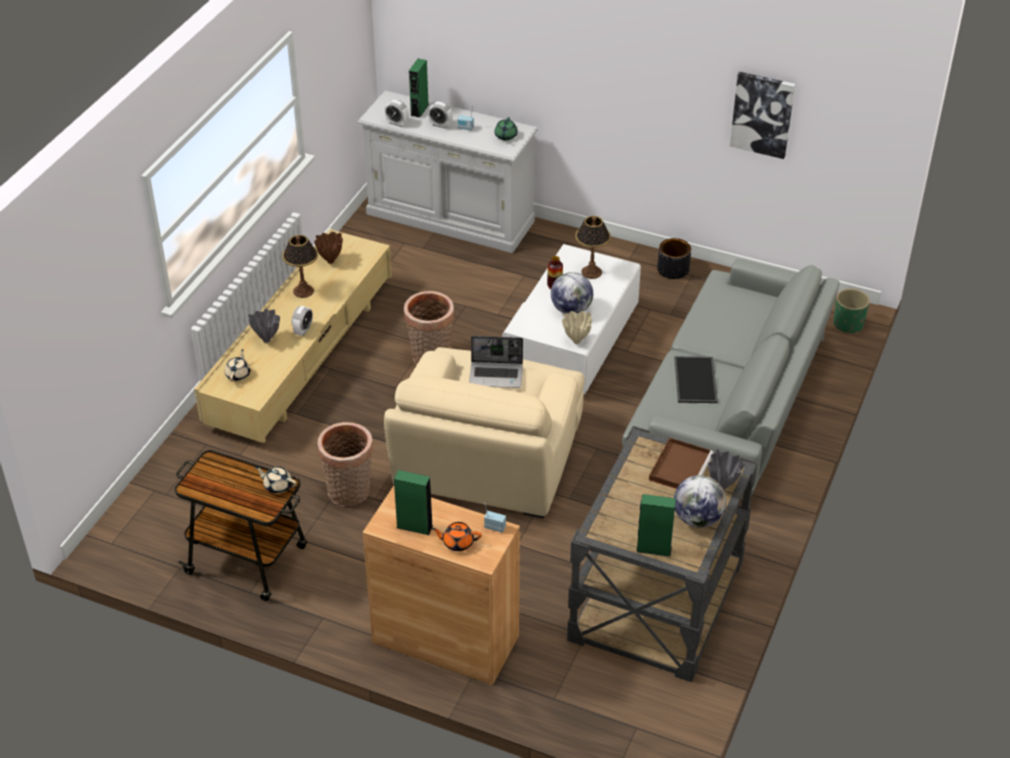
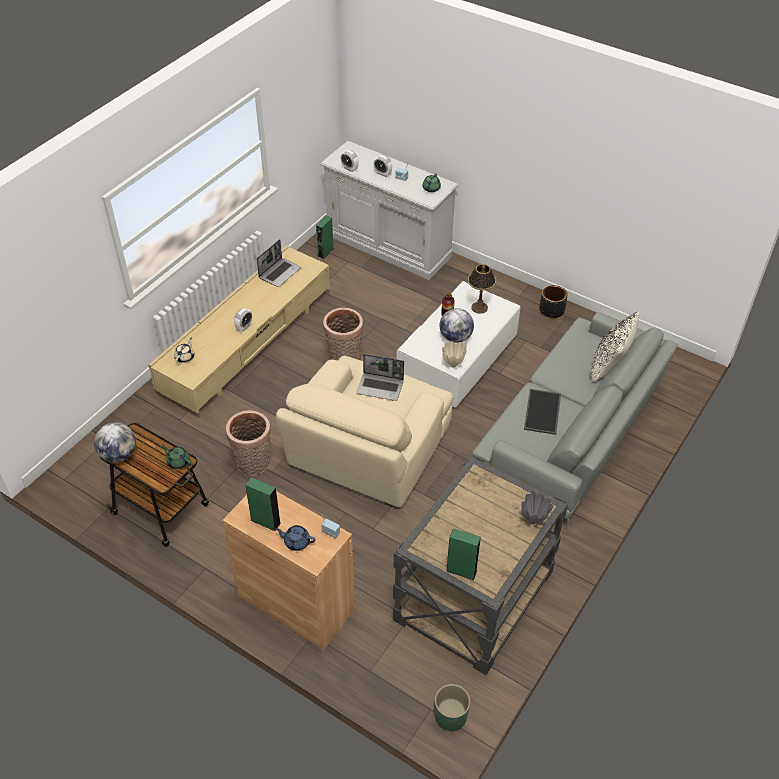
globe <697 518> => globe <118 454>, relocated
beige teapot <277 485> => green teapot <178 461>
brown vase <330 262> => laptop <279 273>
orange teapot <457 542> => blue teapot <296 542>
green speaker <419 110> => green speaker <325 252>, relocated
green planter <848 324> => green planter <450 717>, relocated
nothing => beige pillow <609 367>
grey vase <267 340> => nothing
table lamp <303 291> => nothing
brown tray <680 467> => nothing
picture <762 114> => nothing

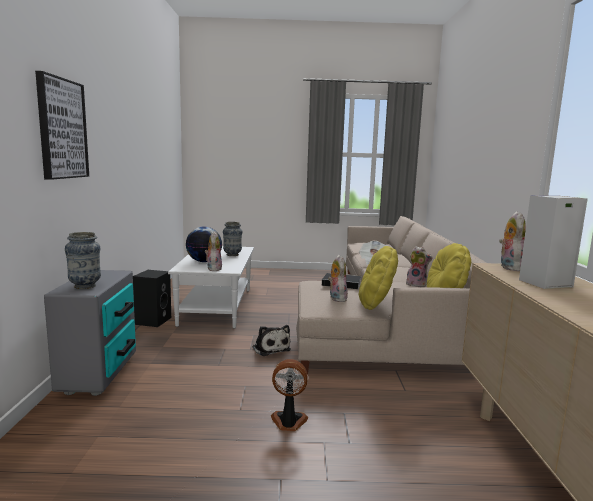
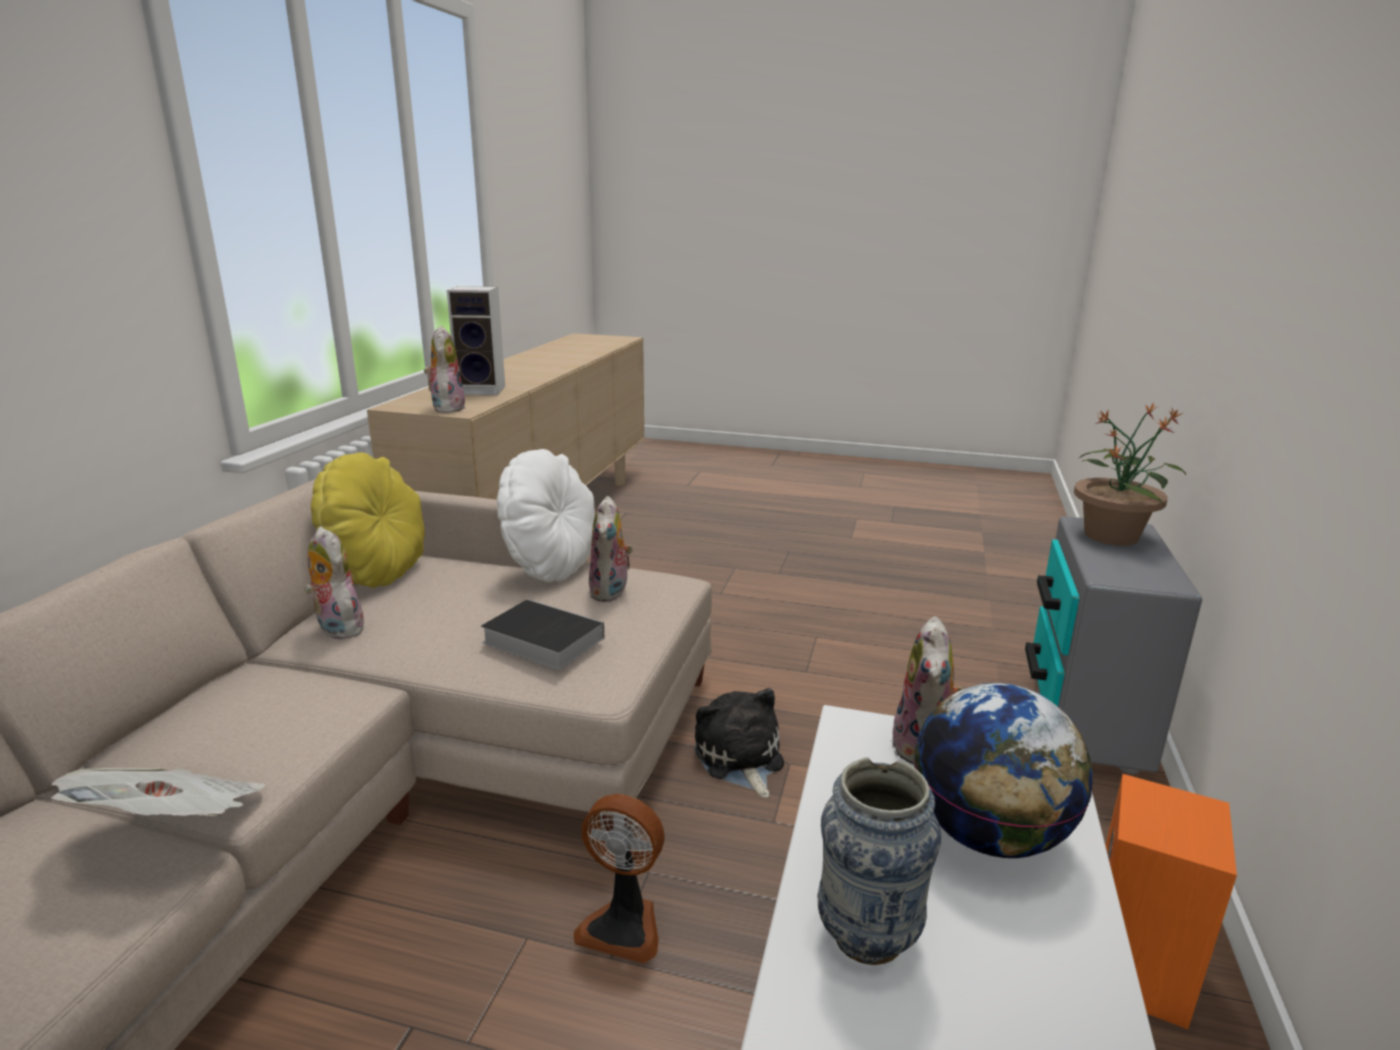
plush toy <509 267> => plush toy <447 408>, 150 degrees clockwise
yellow pillow <375 306> => white pillow <551 570>
fan <288 422> => fan <623 926>, relocated
vase <85 286> => potted plant <1111 535>
black speaker <153 320> => orange speaker <1137 971>
picture <61 129> => nothing

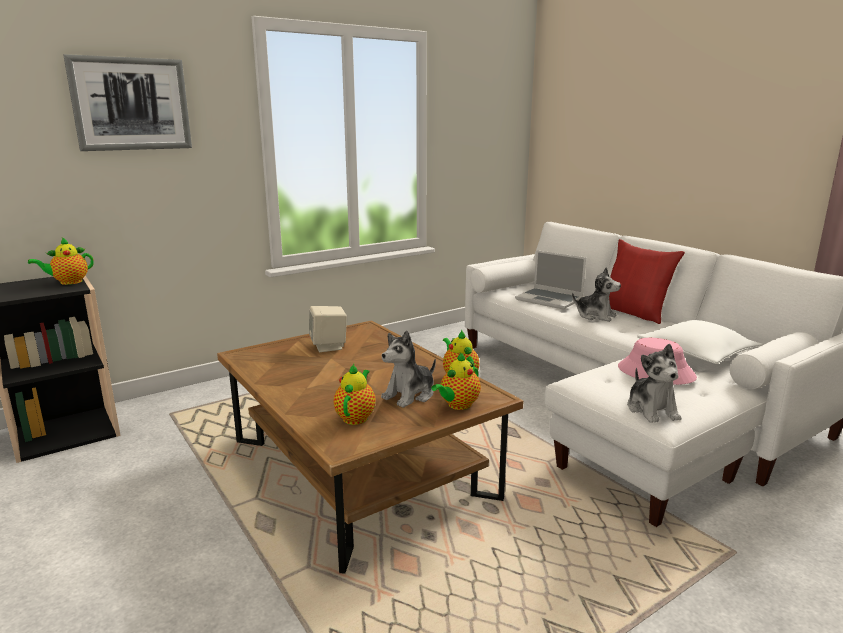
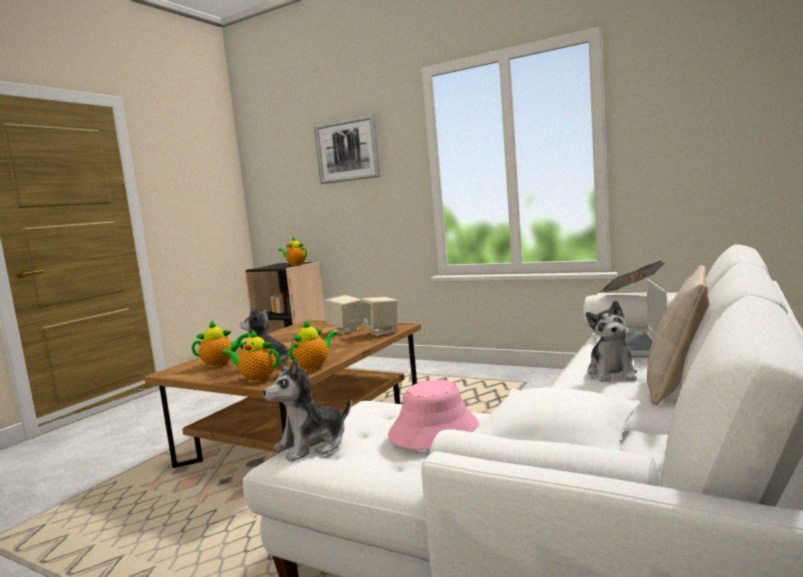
nothing => beige speaker <381 332>
nothing => newspaper <631 294>
red pillow <634 312> => beige pillow <679 386>

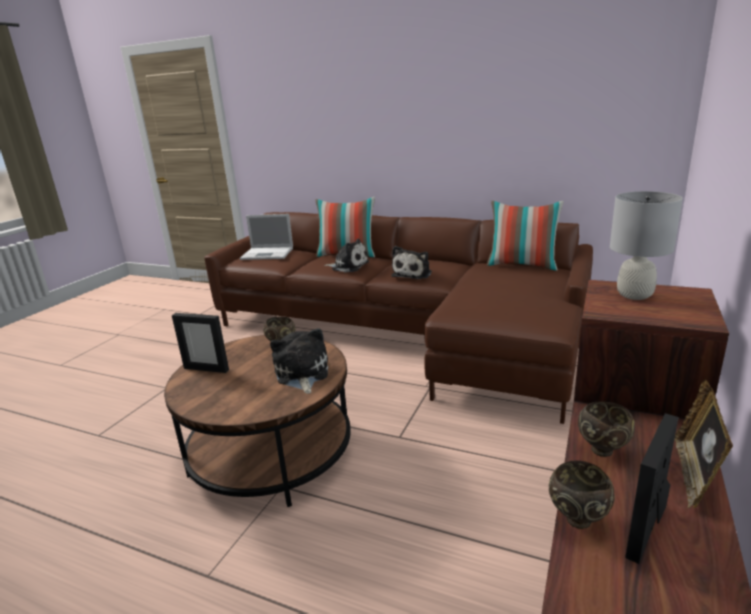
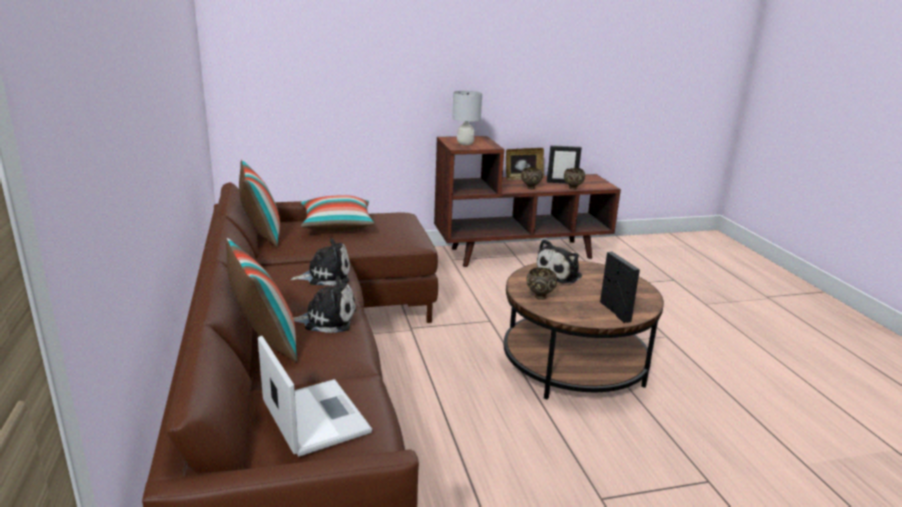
plush toy <348 266> => plush toy <327 319>, 105 degrees clockwise
nothing => pillow <337 225>

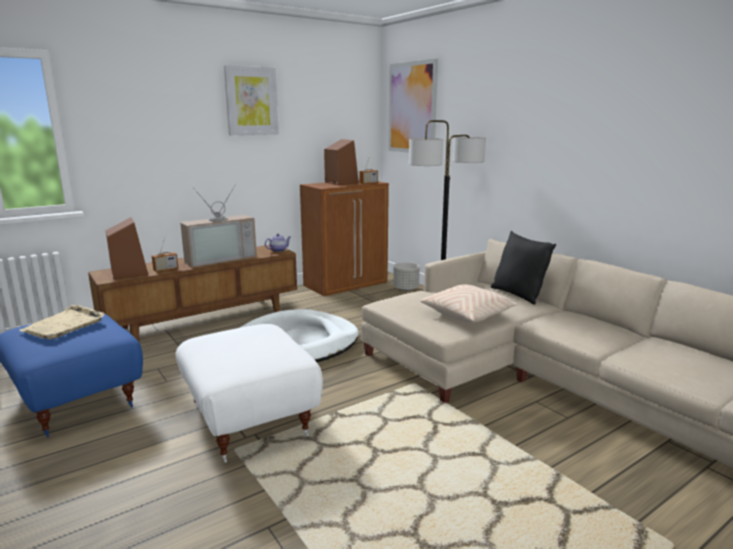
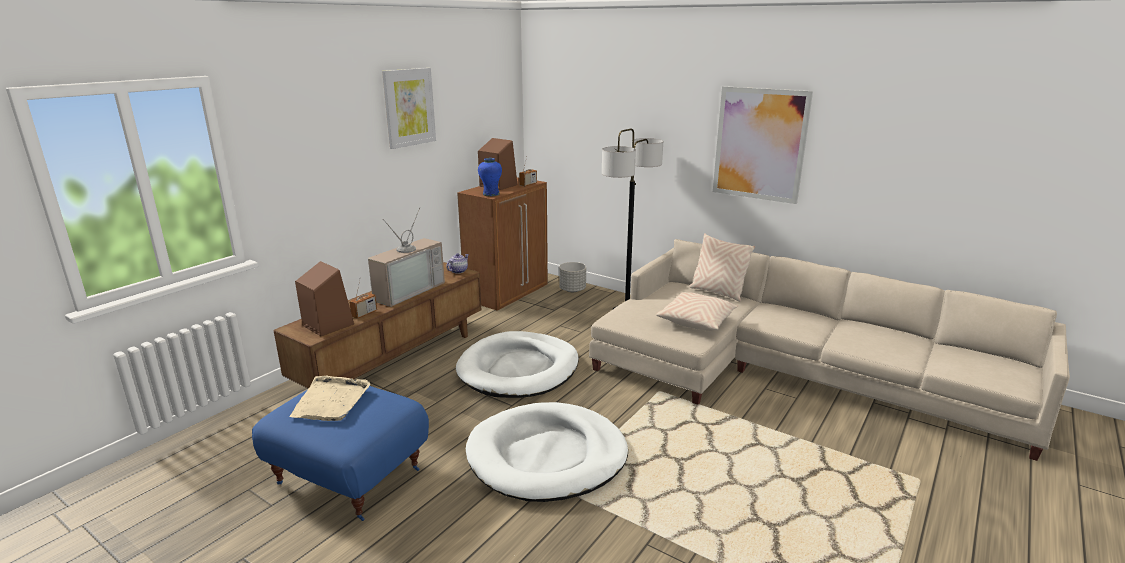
white ottoman <251 419> => white dog bed <547 456>
nothing => blue vase <491 194>
black pillow <517 295> => beige pillow <717 292>
picture <412 108> => picture <760 144>, relocated

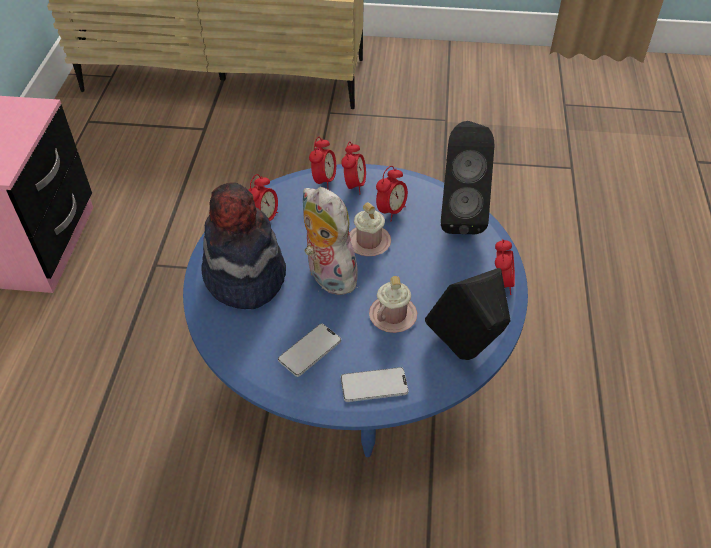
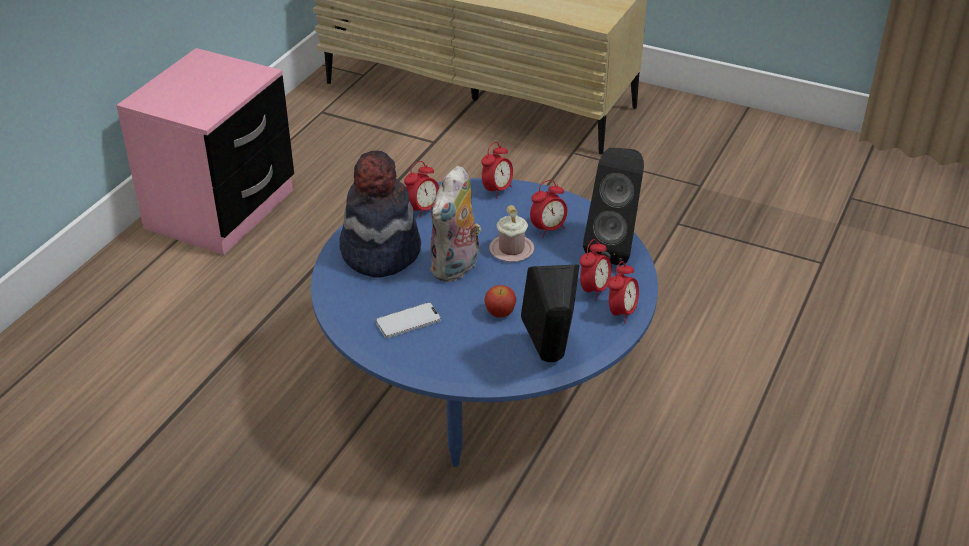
plush toy <327 276> => plush toy <456 268>, 135 degrees counterclockwise
pink mug <393 315> => apple <500 313>
alarm clock <354 185> => alarm clock <594 290>, relocated
phone <374 385> => nothing

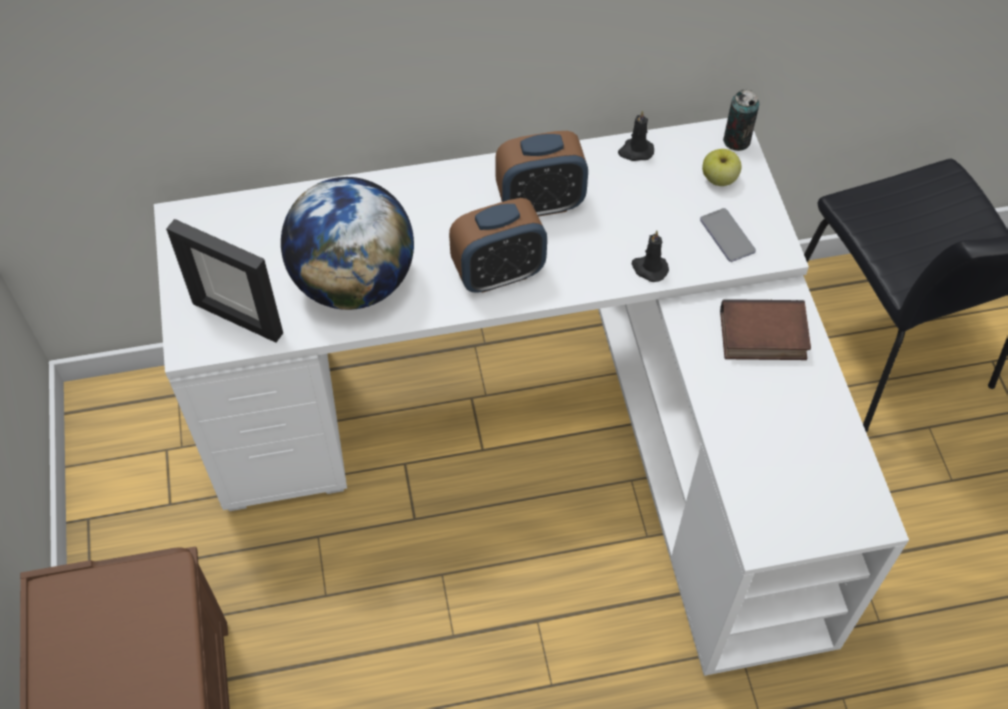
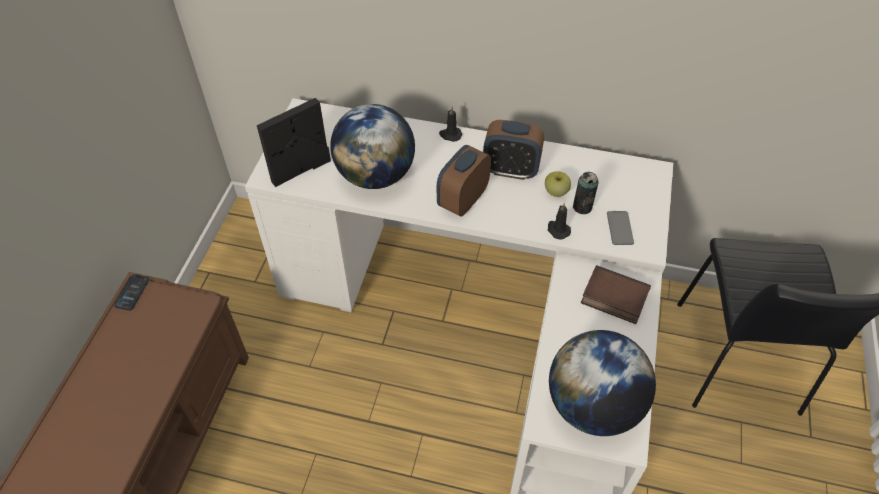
nothing => phone <132 293>
picture frame <239 316> => picture frame <301 171>, 90 degrees clockwise
alarm clock <498 273> => alarm clock <462 200>, 120 degrees clockwise
black candle <635 151> => black candle <450 135>, relocated
apple <719 179> => apple <556 192>, relocated
nothing => globe <593 405>
can <736 141> => can <582 207>, relocated

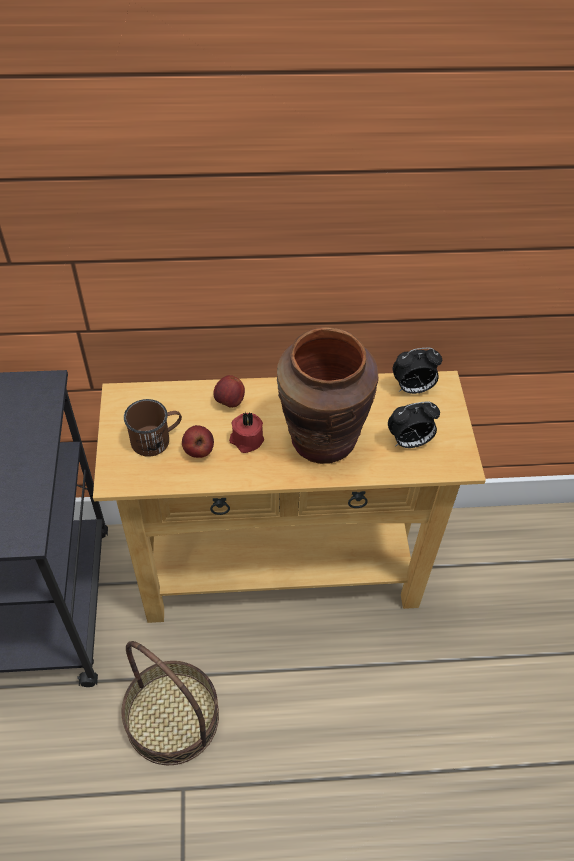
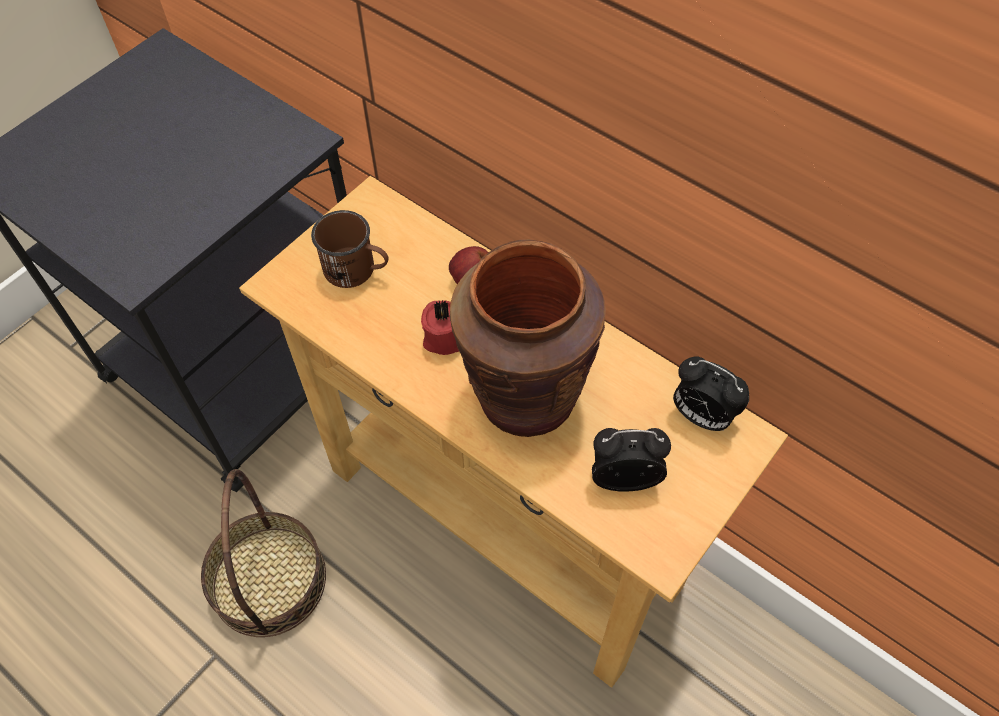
alarm clock <409 442> => alarm clock <624 477>, 150 degrees clockwise
apple <198 451> => nothing

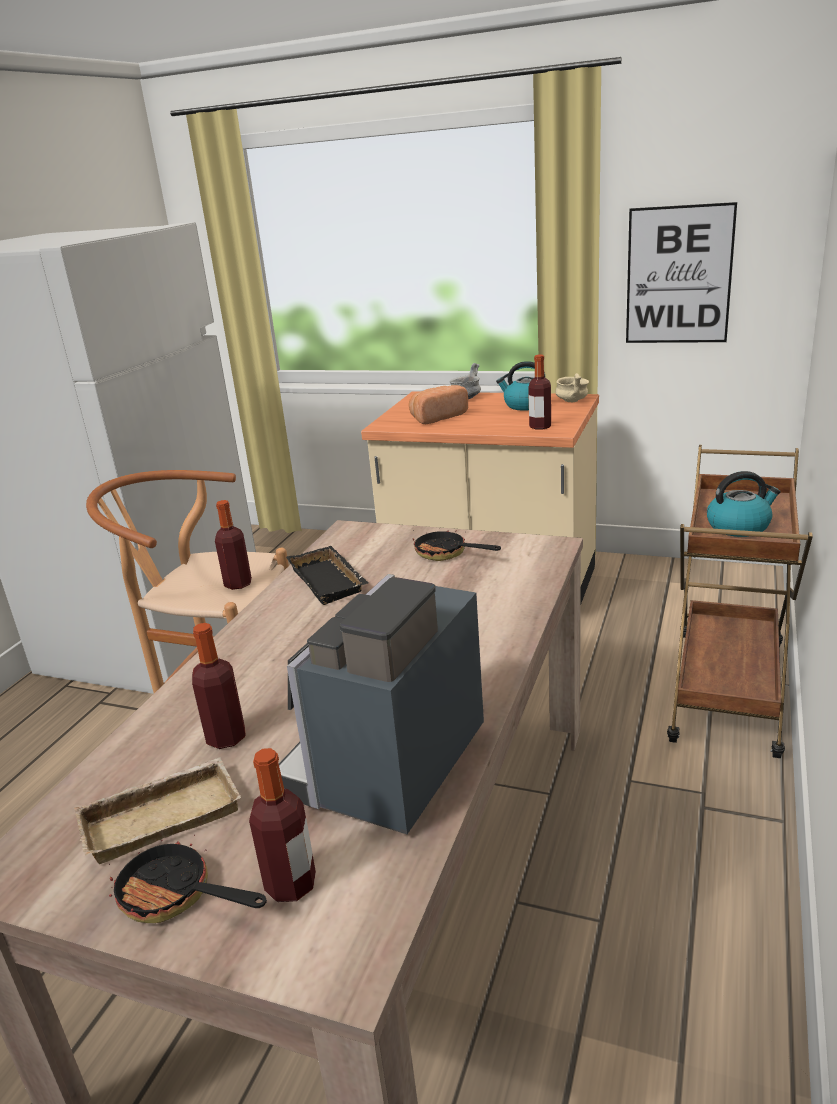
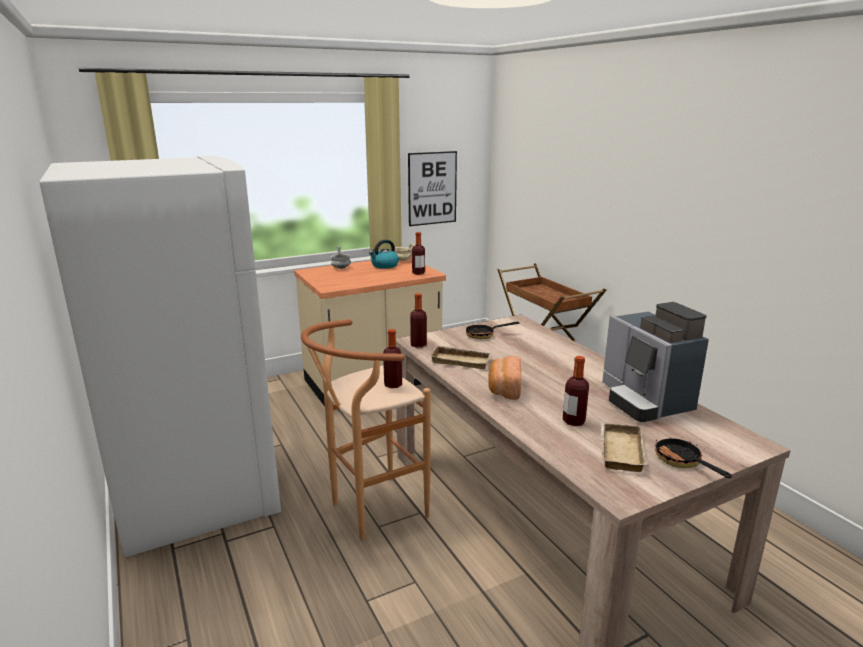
bottle <291 884> => bottle <418 345>, relocated
black tray <330 581> => beige tray <461 360>
bread <437 417> => bread <504 389>, relocated
frying pan <176 897> => frying pan <682 462>, 90 degrees clockwise
kettle <739 526> => nothing

